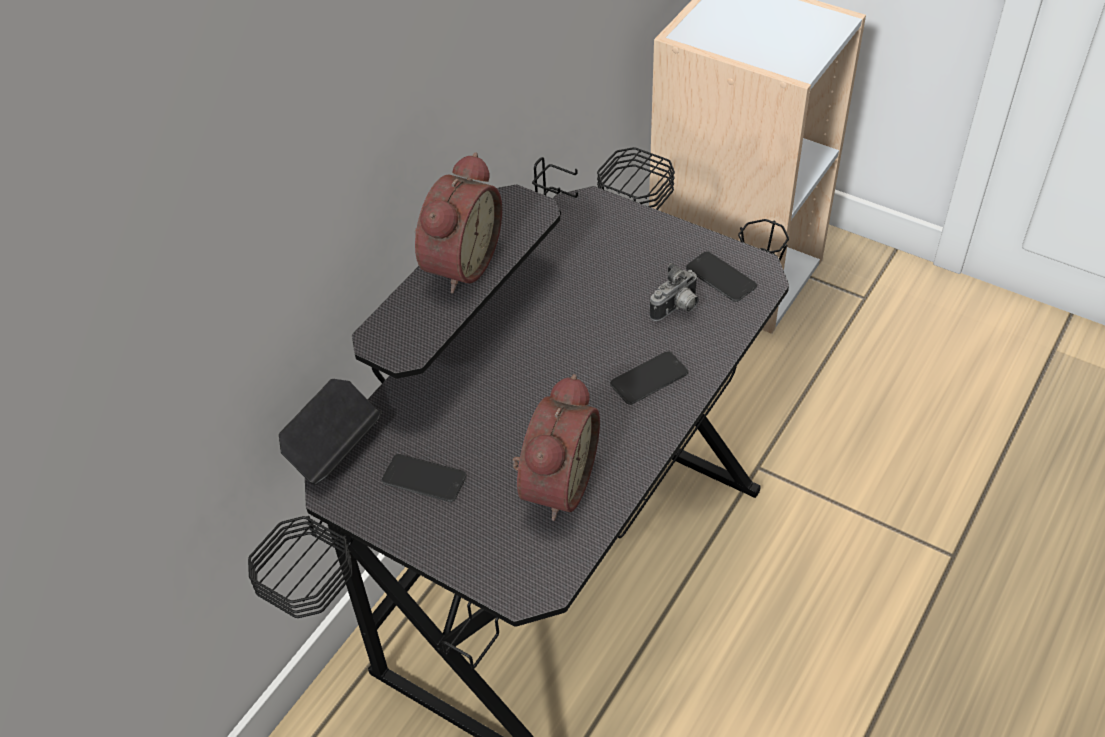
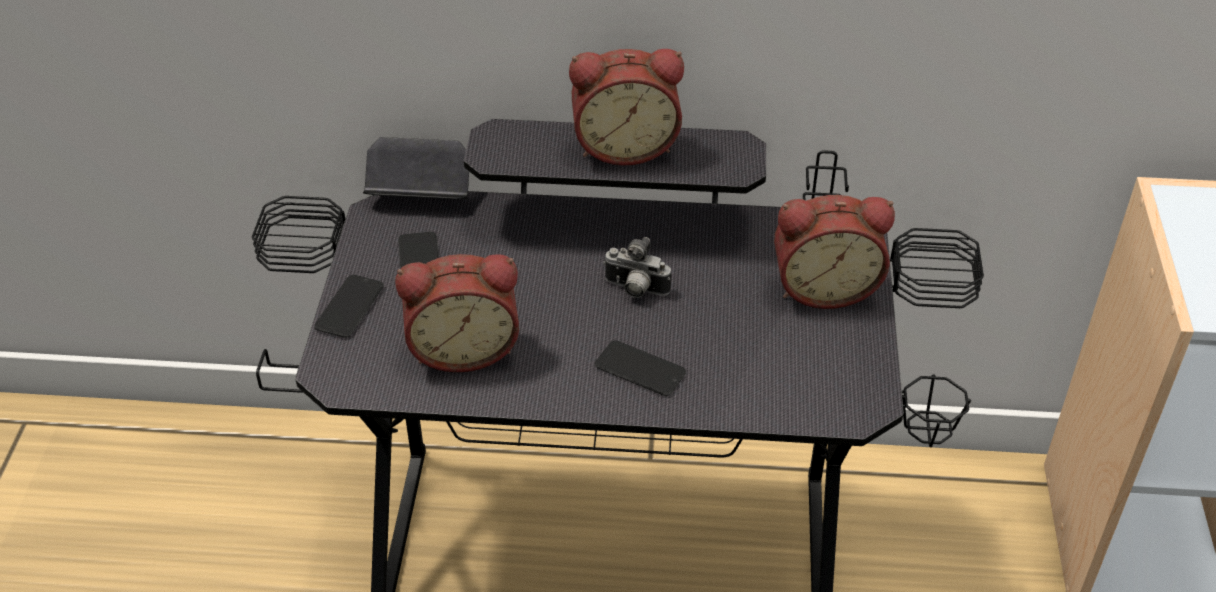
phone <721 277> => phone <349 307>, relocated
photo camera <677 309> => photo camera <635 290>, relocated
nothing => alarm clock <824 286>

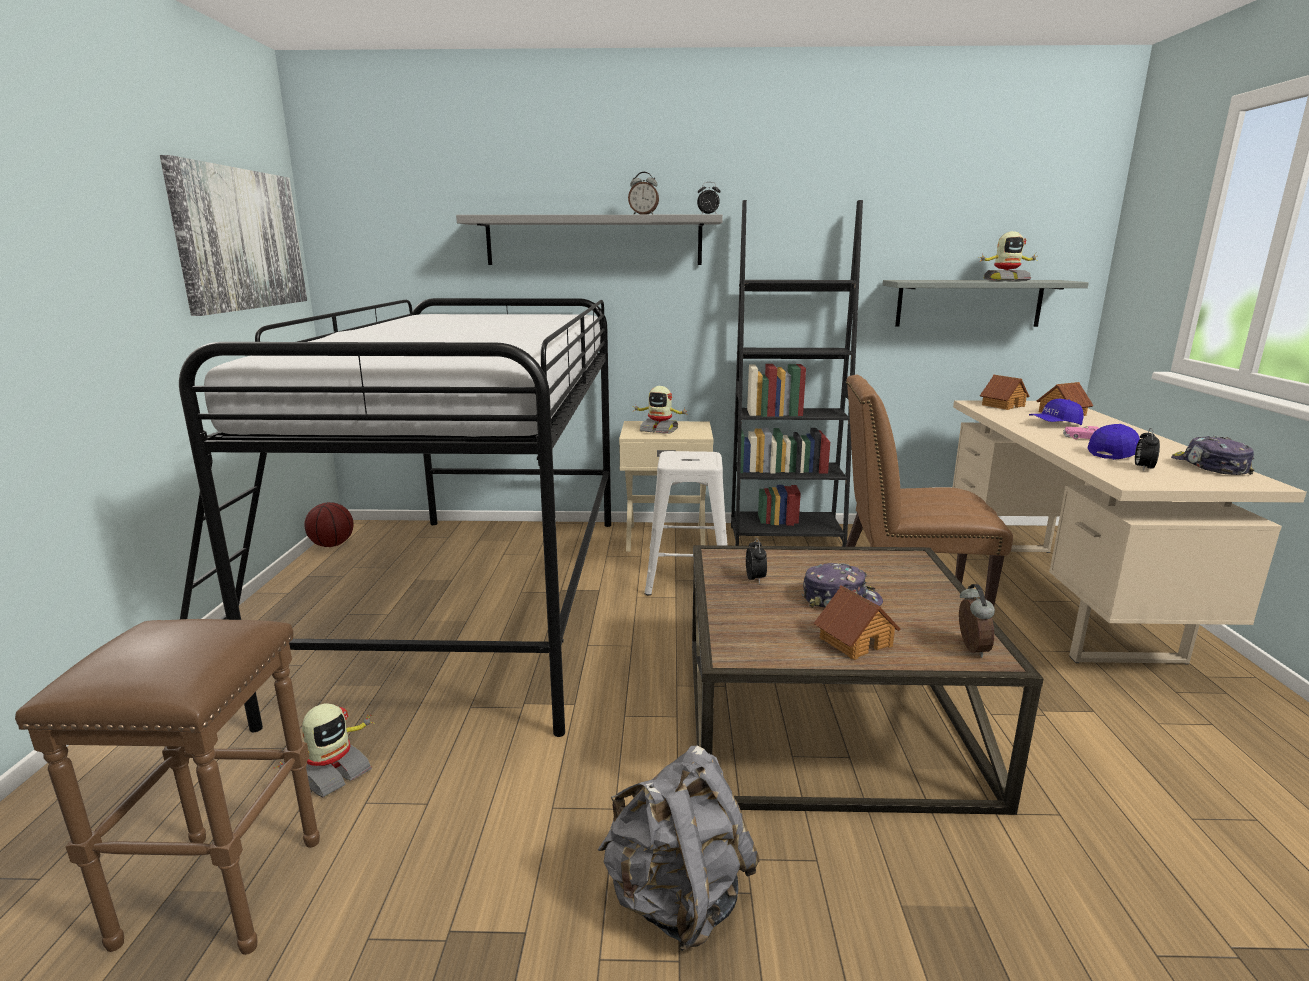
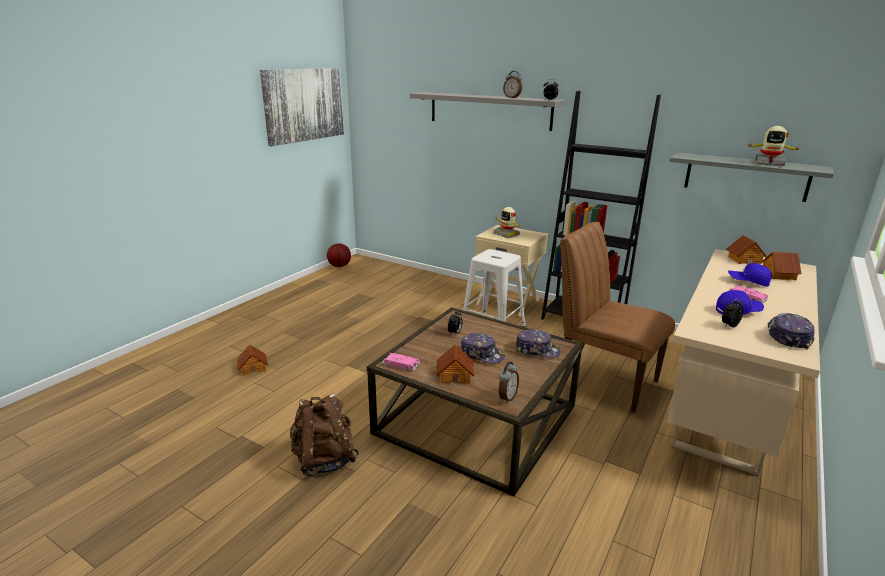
toy robot <332 773> => toy house <253 368>
grey backpack <676 899> => brown backpack <324 460>
nothing => pink toy car <401 364>
nothing => cap <537 350>
brown stool <220 887> => nothing
black bed <472 602> => nothing

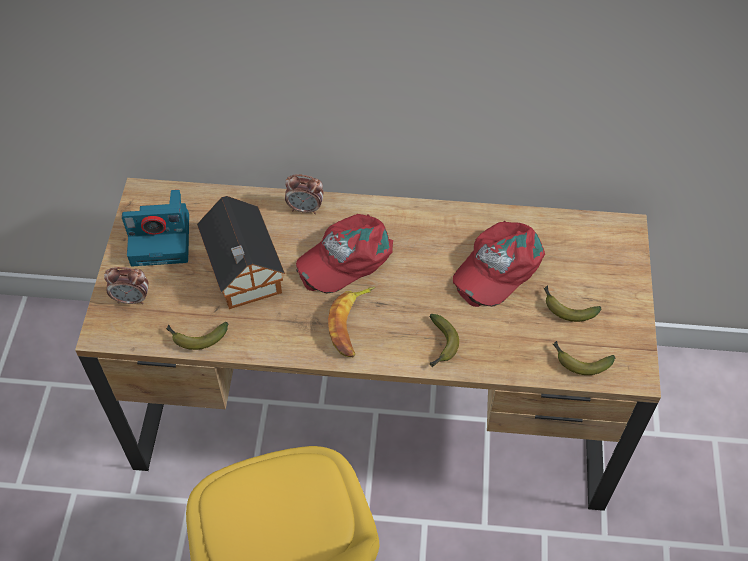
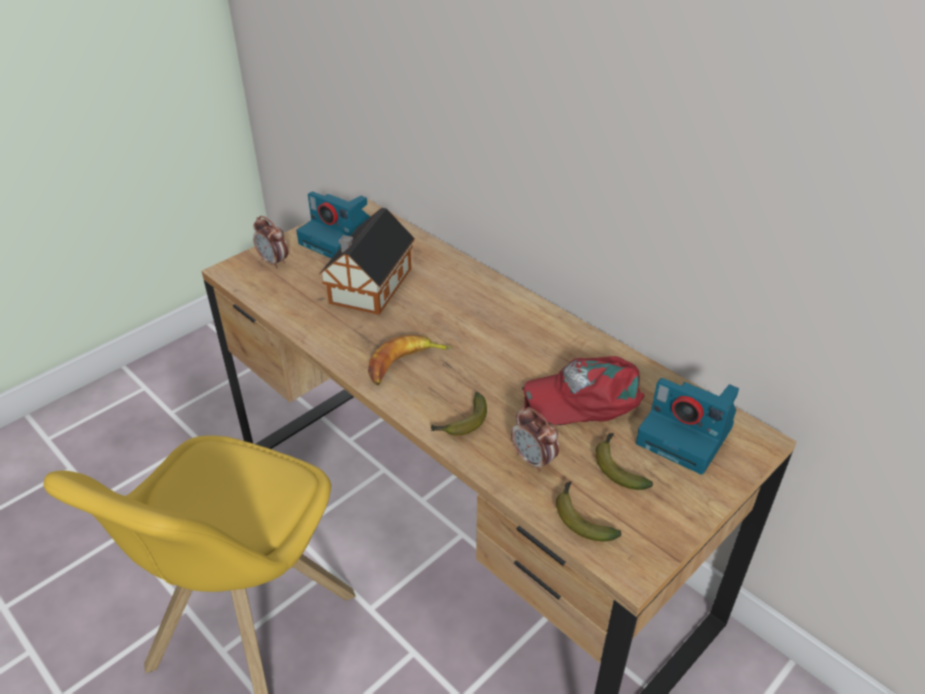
alarm clock <305 208> => alarm clock <533 460>, relocated
nothing => photo camera <687 436>
banana <196 337> => nothing
red cap <346 257> => nothing

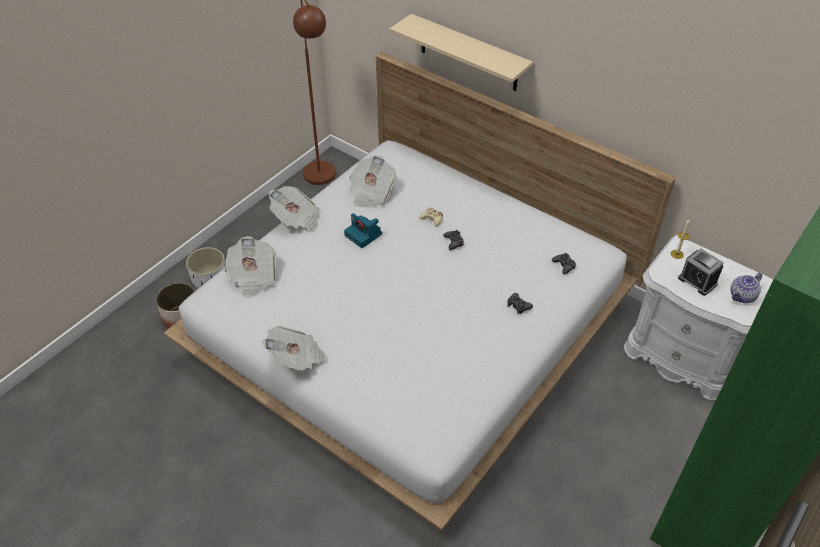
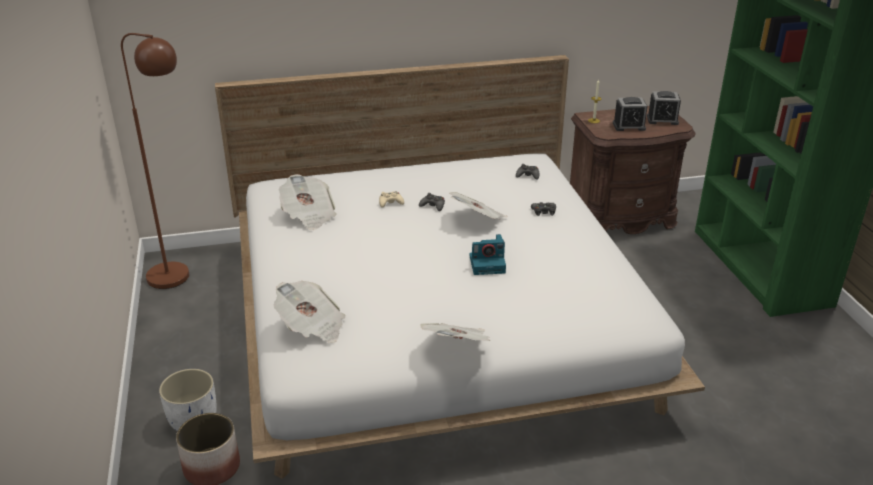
newspaper <297 219> => newspaper <478 220>, relocated
photo camera <364 235> => photo camera <488 264>, relocated
white nightstand <682 357> => brown nightstand <623 218>
teapot <742 296> => alarm clock <662 120>
beige shelf <469 53> => nothing

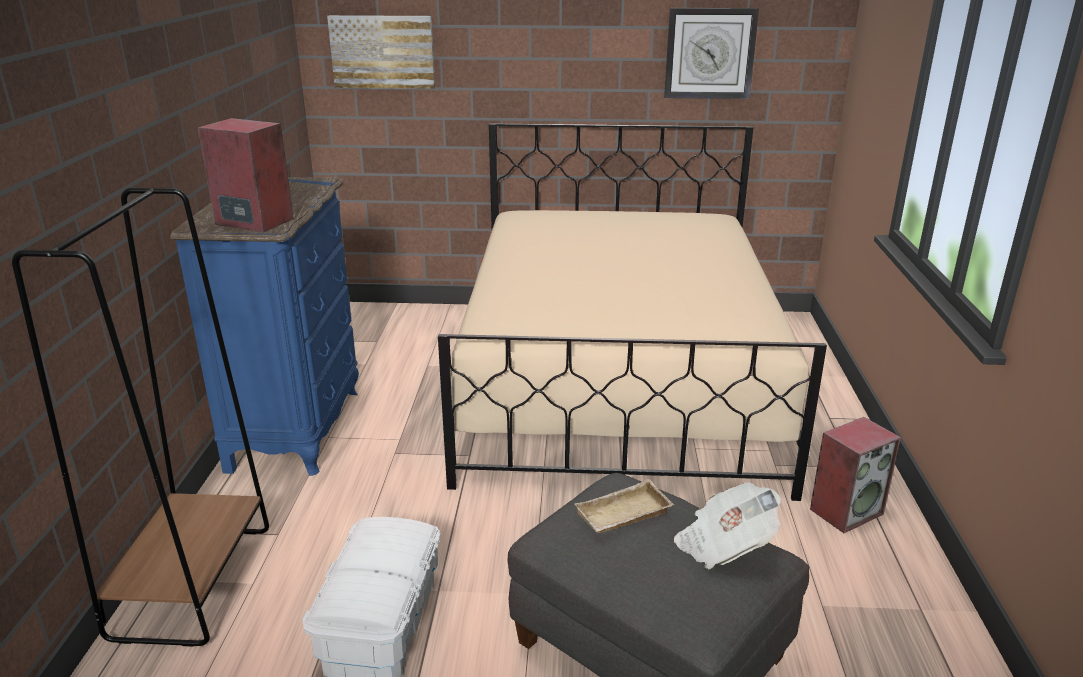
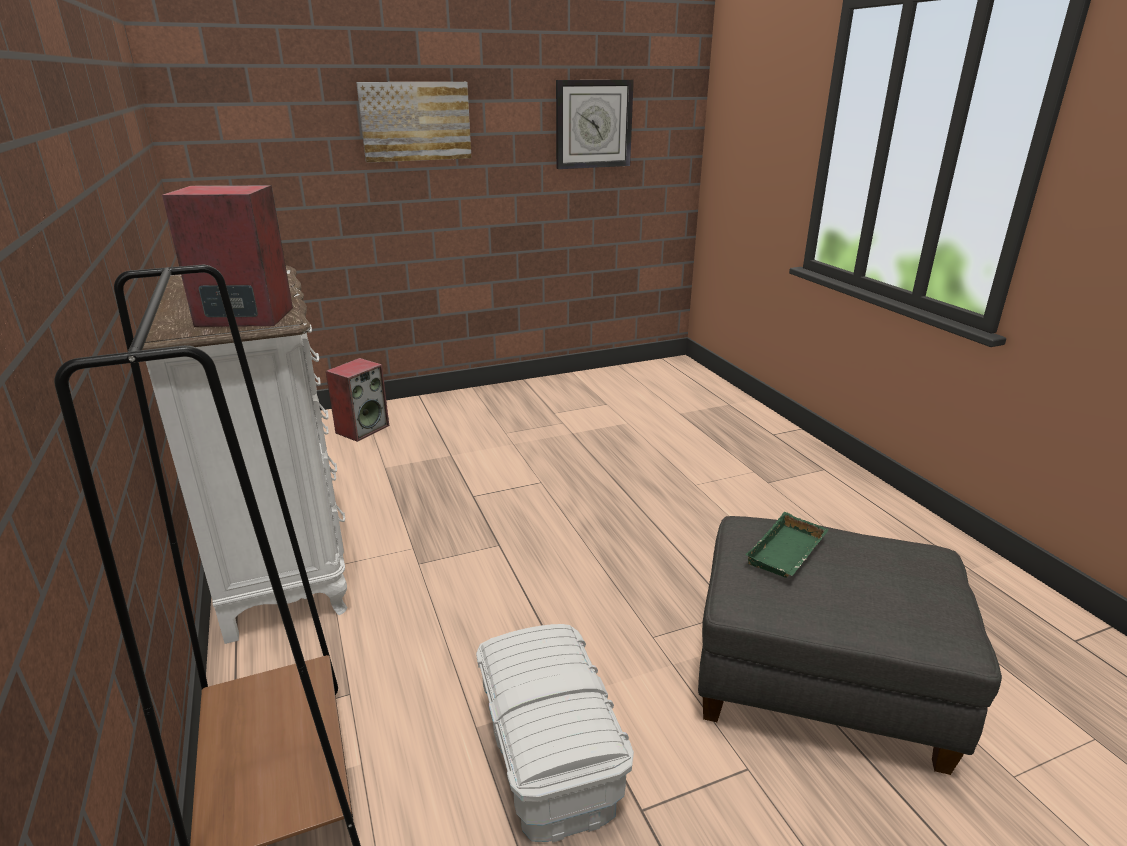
blue dresser <299 429> => white dresser <287 567>
speaker <846 511> => speaker <362 429>, relocated
picture <383 52> => picture <415 121>, relocated
beige tray <623 515> => green tray <788 553>
beige bed <616 383> => nothing
newspaper <724 545> => nothing

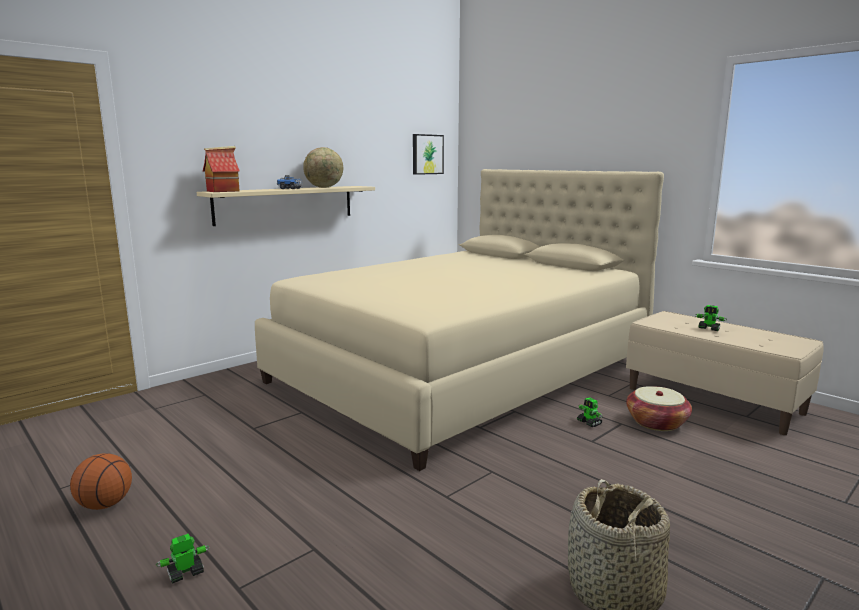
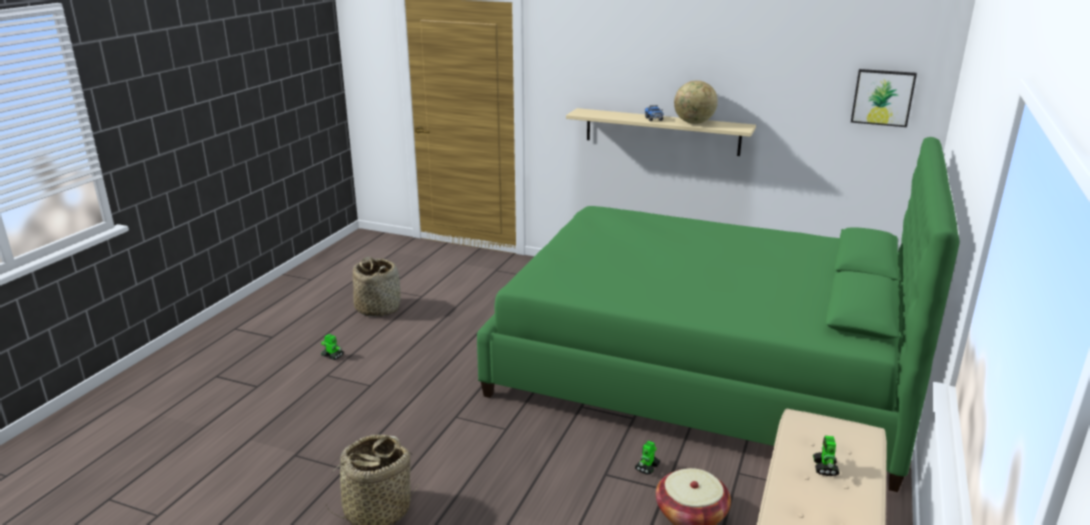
basketball <105 504> => basket <378 308>
beige bed <463 371> => green bed <703 368>
toy house <223 191> => nothing

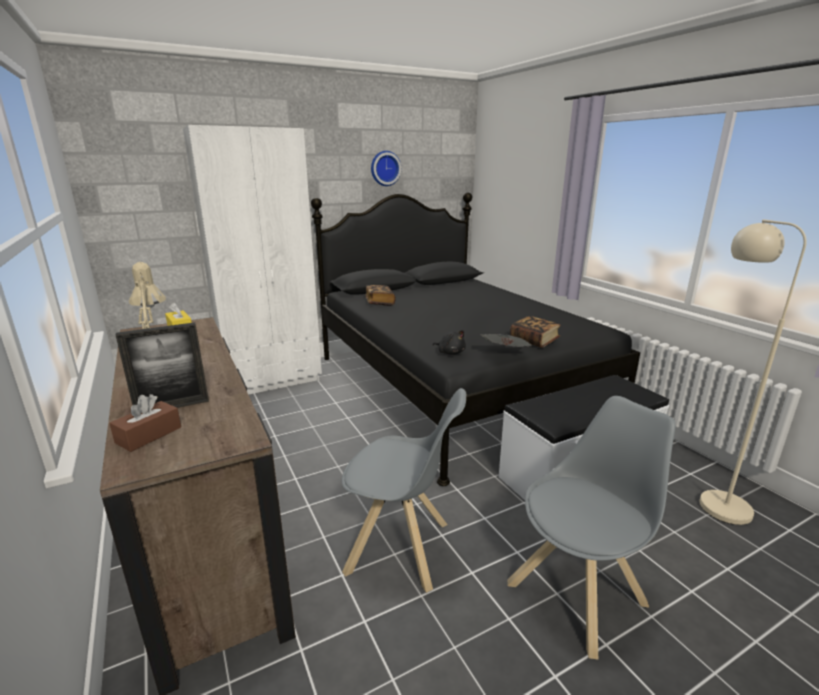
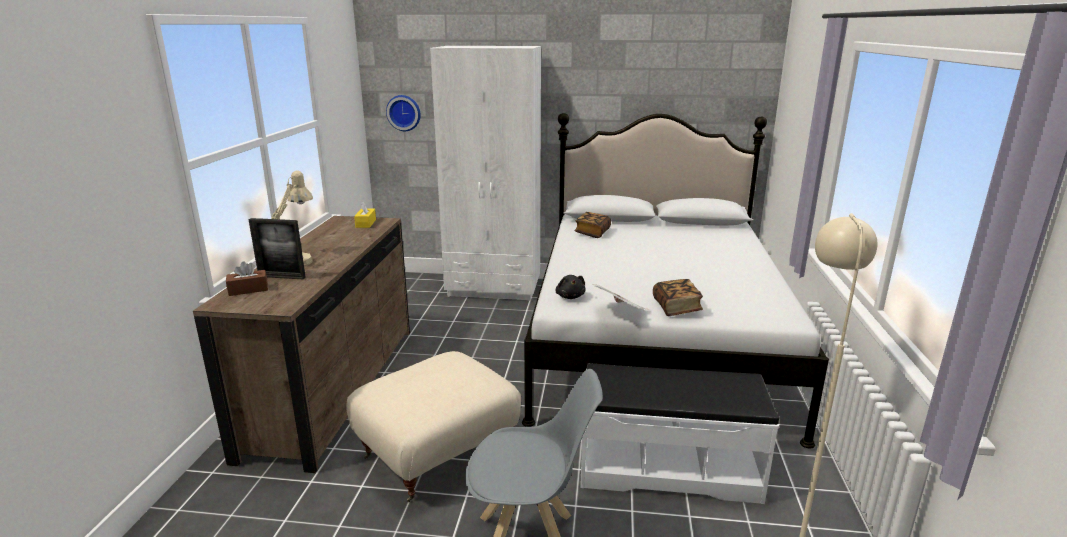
grey chair <401 548> => beige ottoman <438 455>
wall clock <385 168> => wall clock <404 112>, relocated
black bed <455 386> => white bed <654 344>

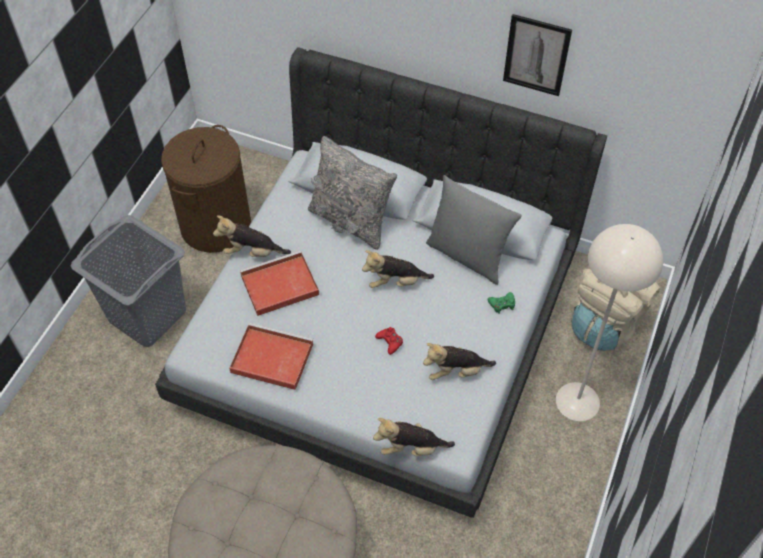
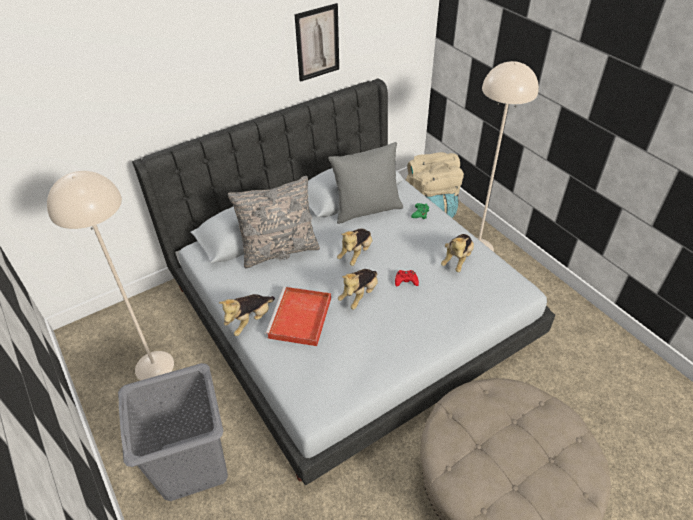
brown laundry basket <215 225> => beige floor lamp <154 366>
plush toy <411 448> => plush toy <359 295>, relocated
red tray <270 358> => nothing

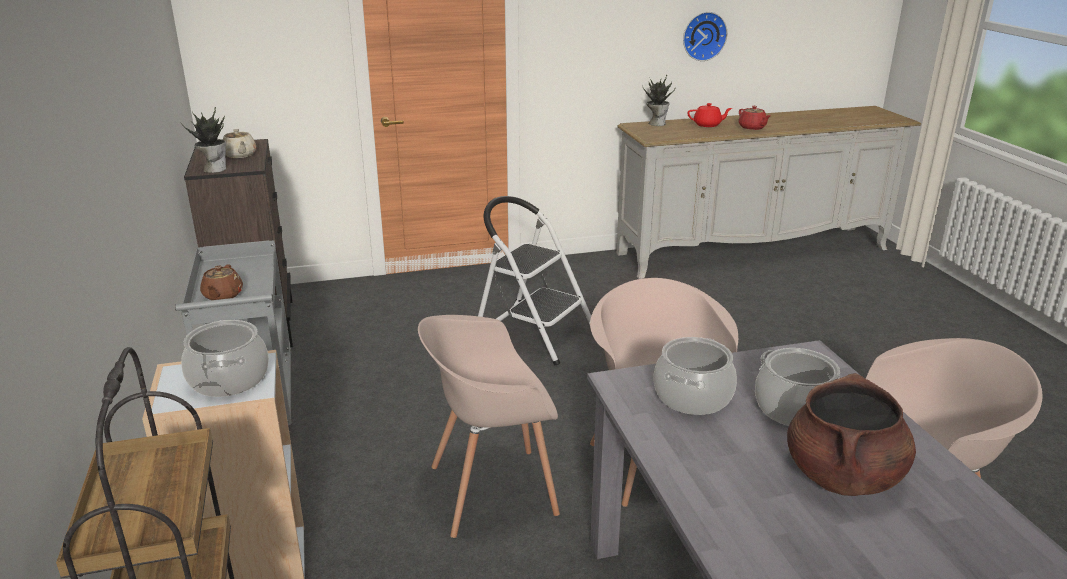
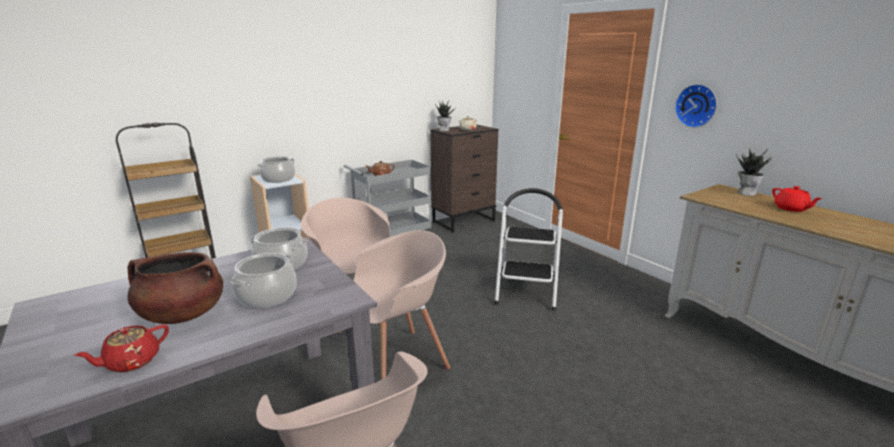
red teapot <752 128> => red teapot <131 362>, relocated
wall clock <703 36> => wall clock <697 105>, relocated

